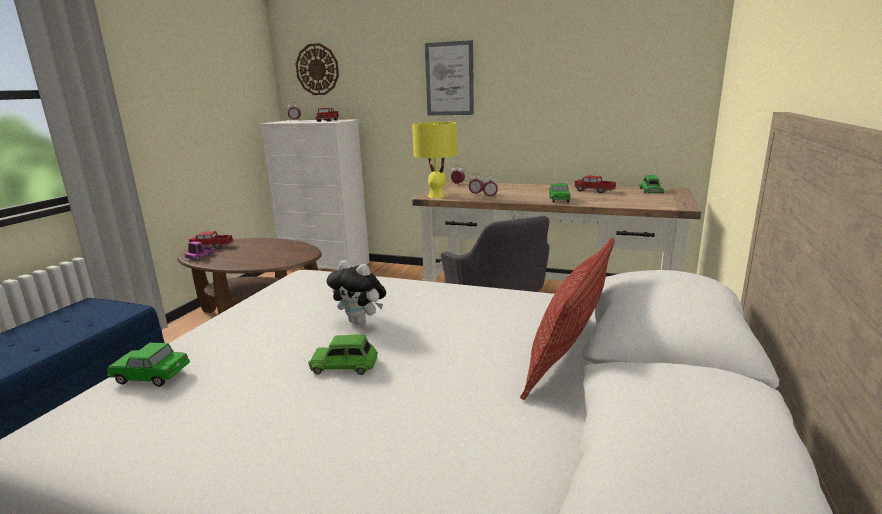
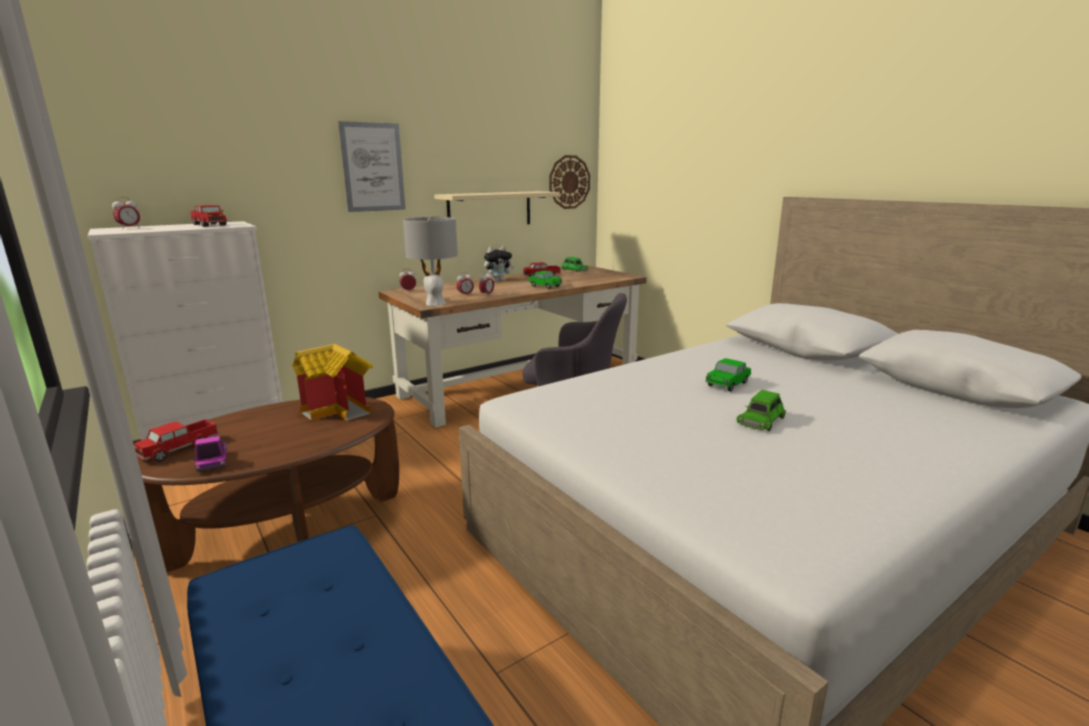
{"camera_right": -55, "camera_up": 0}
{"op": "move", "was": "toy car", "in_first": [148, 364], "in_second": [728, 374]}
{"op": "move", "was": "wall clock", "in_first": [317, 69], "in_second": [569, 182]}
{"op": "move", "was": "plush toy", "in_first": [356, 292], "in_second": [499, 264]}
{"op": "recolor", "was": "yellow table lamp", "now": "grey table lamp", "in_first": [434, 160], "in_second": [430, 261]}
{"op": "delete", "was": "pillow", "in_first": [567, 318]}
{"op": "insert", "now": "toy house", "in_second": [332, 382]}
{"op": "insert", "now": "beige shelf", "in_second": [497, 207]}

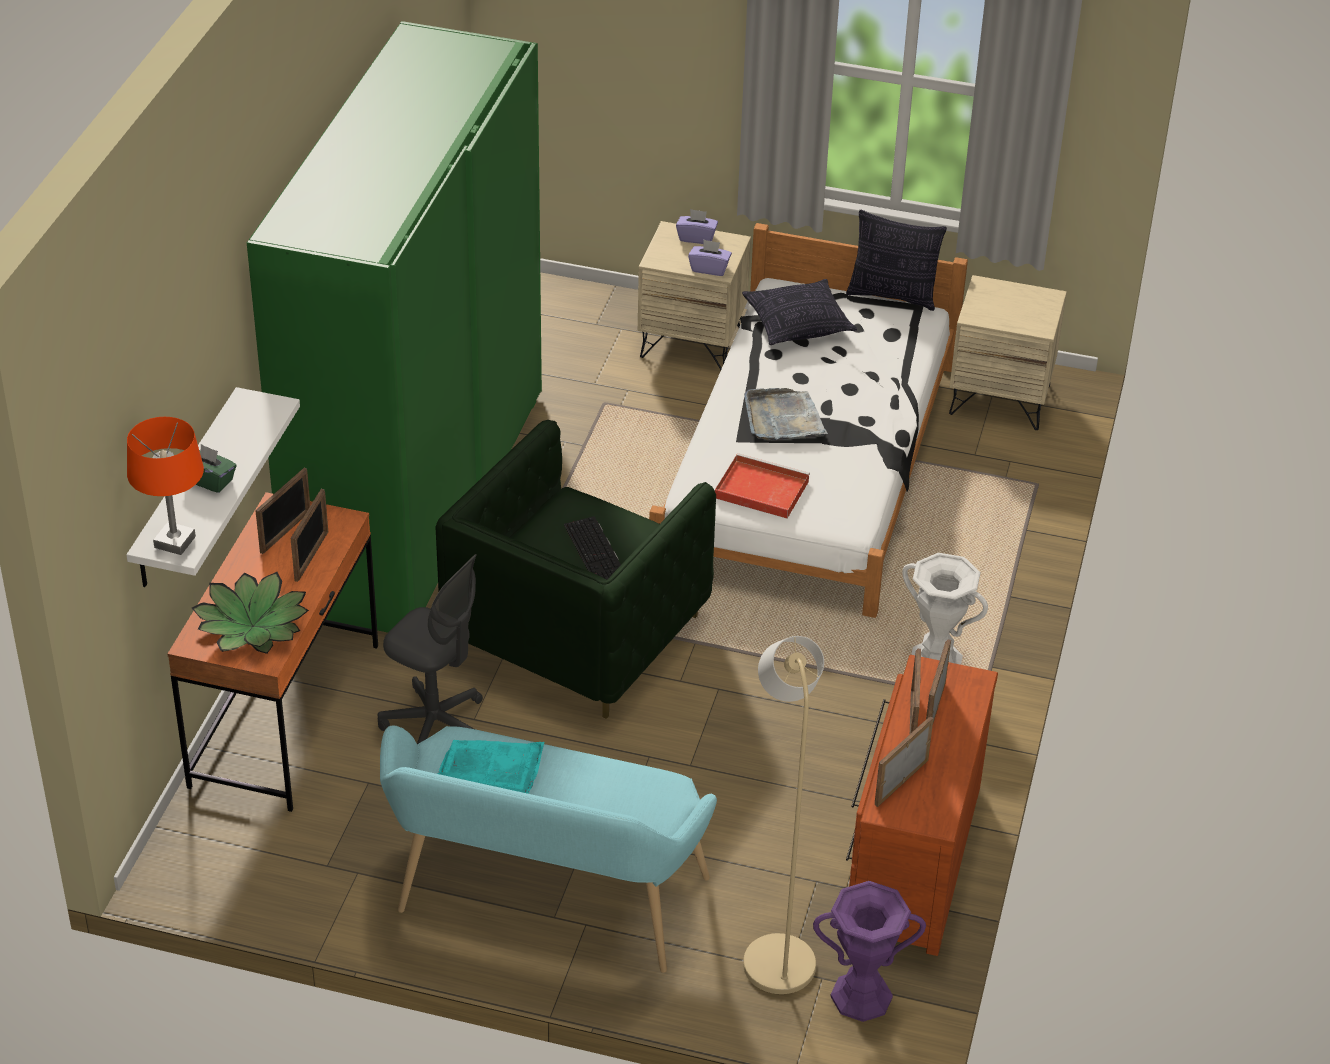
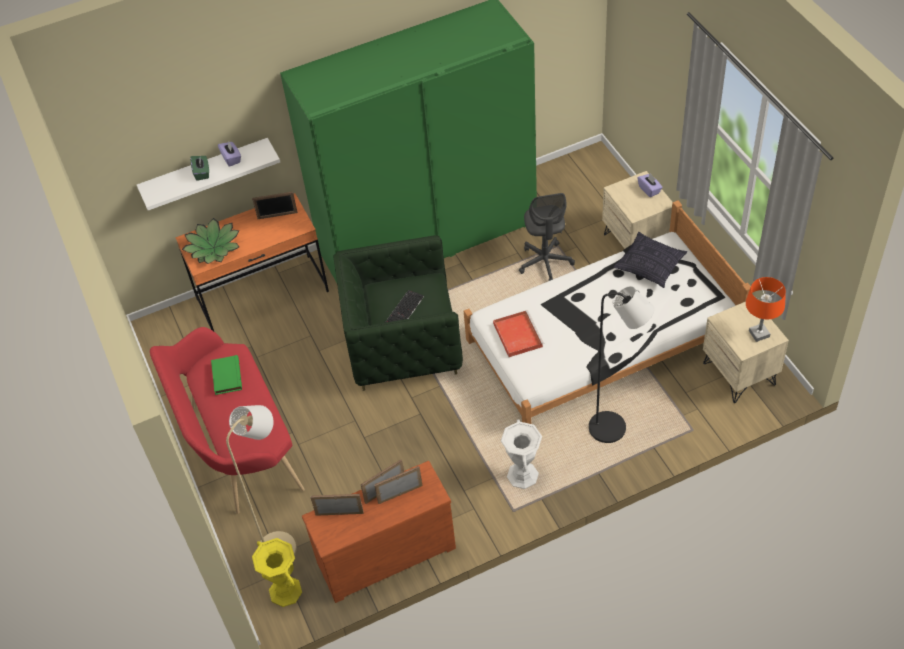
{"camera_right": 55, "camera_up": 10}
{"op": "move", "was": "orange table lamp", "in_first": [165, 486], "in_second": [766, 309]}
{"op": "delete", "was": "picture frame", "in_first": [309, 535]}
{"op": "move", "was": "grey office chair", "in_first": [430, 649], "in_second": [547, 237]}
{"op": "recolor", "was": "turquoise bench", "now": "red bench", "in_first": [548, 849], "in_second": [227, 420]}
{"op": "replace", "was": "turquoise tray", "now": "green book", "in_first": [491, 767], "in_second": [226, 375]}
{"op": "move", "was": "purple tissue box", "in_first": [710, 258], "in_second": [229, 154]}
{"op": "delete", "was": "grey tray", "in_first": [786, 414]}
{"op": "recolor", "was": "purple vase", "now": "yellow vase", "in_first": [869, 951], "in_second": [277, 572]}
{"op": "delete", "was": "pillow", "in_first": [896, 260]}
{"op": "insert", "now": "black floor lamp", "in_second": [621, 364]}

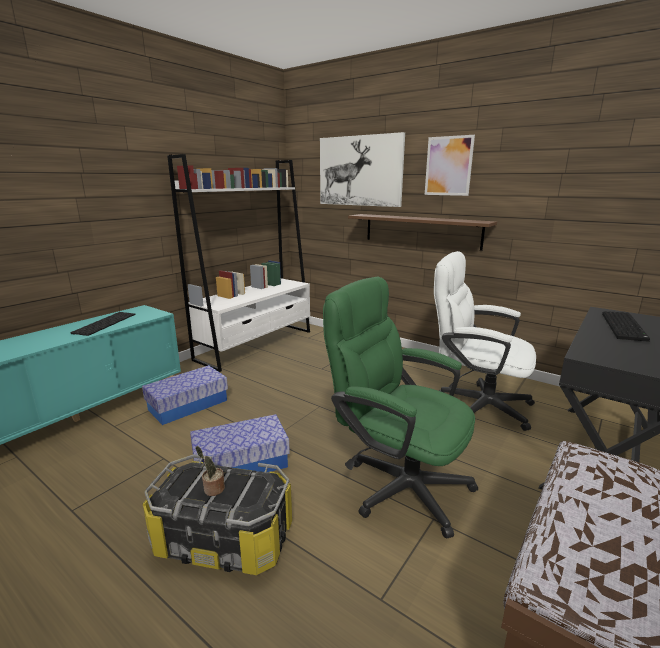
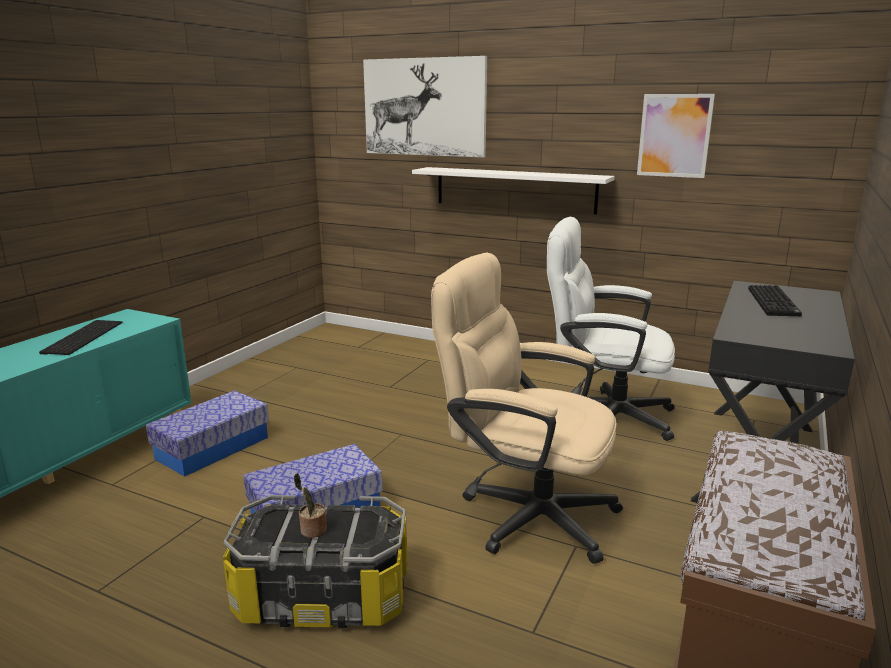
{"camera_right": -10, "camera_up": 0}
{"op": "delete", "was": "white bookcase", "in_first": [238, 263]}
{"op": "recolor", "was": "green office chair", "now": "beige office chair", "in_first": [400, 408], "in_second": [527, 408]}
{"op": "recolor", "was": "brown shelf", "now": "white shelf", "in_first": [422, 232], "in_second": [513, 190]}
{"op": "move", "was": "picture", "in_first": [450, 165], "in_second": [676, 136]}

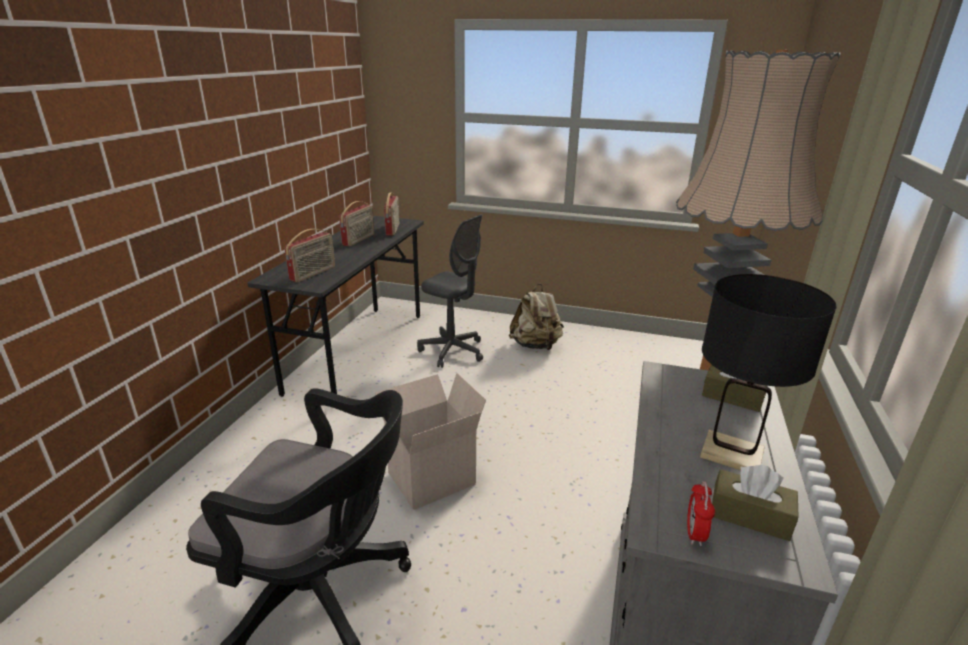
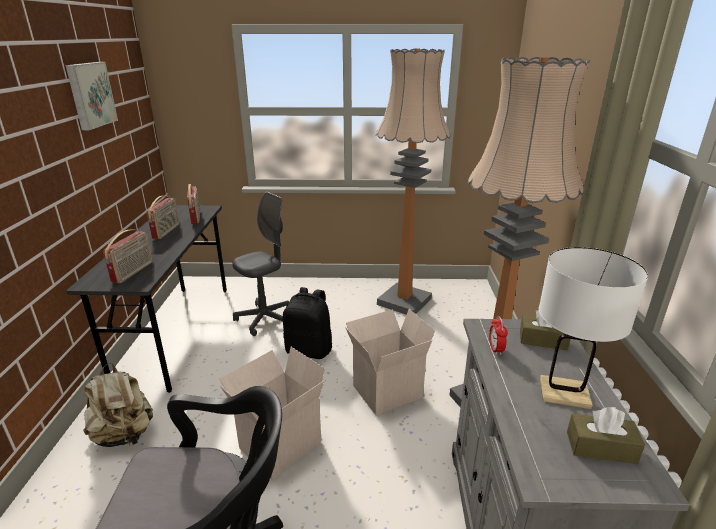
{"camera_right": -15, "camera_up": 0}
{"op": "rotate", "was": "grey office chair", "in_first": [450, 291], "in_second": [260, 264], "clockwise": -60}
{"op": "move", "was": "beige backpack", "in_first": [536, 317], "in_second": [118, 405]}
{"op": "move", "was": "alarm clock", "in_first": [701, 513], "in_second": [498, 335]}
{"op": "recolor", "was": "black table lamp", "now": "white table lamp", "in_first": [768, 372], "in_second": [593, 328]}
{"op": "insert", "now": "picture", "in_second": [91, 96]}
{"op": "insert", "now": "black backpack", "in_second": [307, 323]}
{"op": "insert", "now": "cardboard box", "in_second": [390, 362]}
{"op": "insert", "now": "floor lamp", "in_second": [413, 181]}

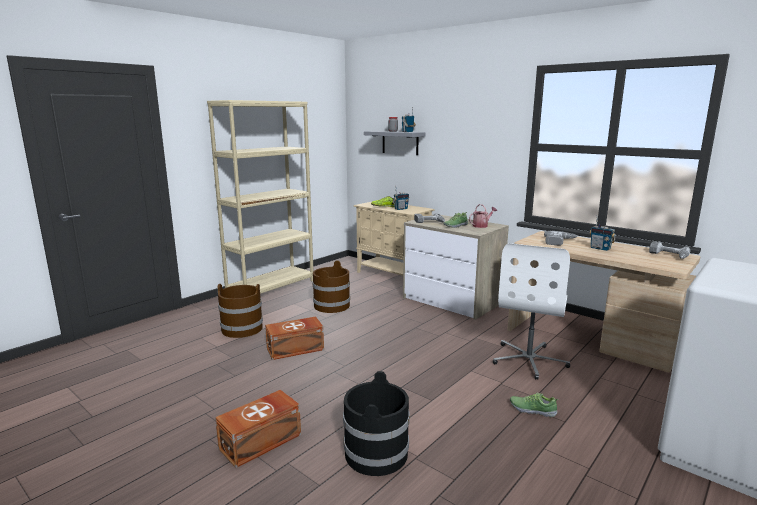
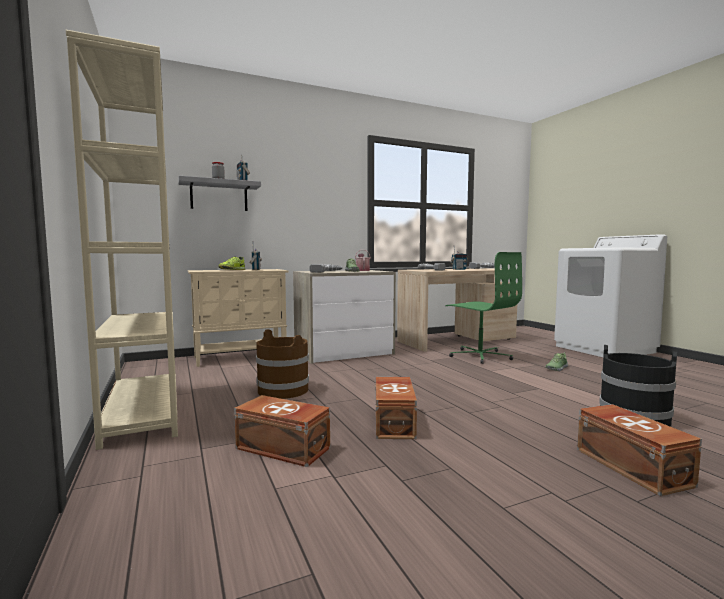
{"camera_right": -65, "camera_up": -10}
{"op": "replace", "was": "brown bucket", "now": "brown storage box", "in_first": [240, 311], "in_second": [282, 431]}
{"op": "recolor", "was": "white office chair", "now": "green office chair", "in_first": [531, 311], "in_second": [483, 308]}

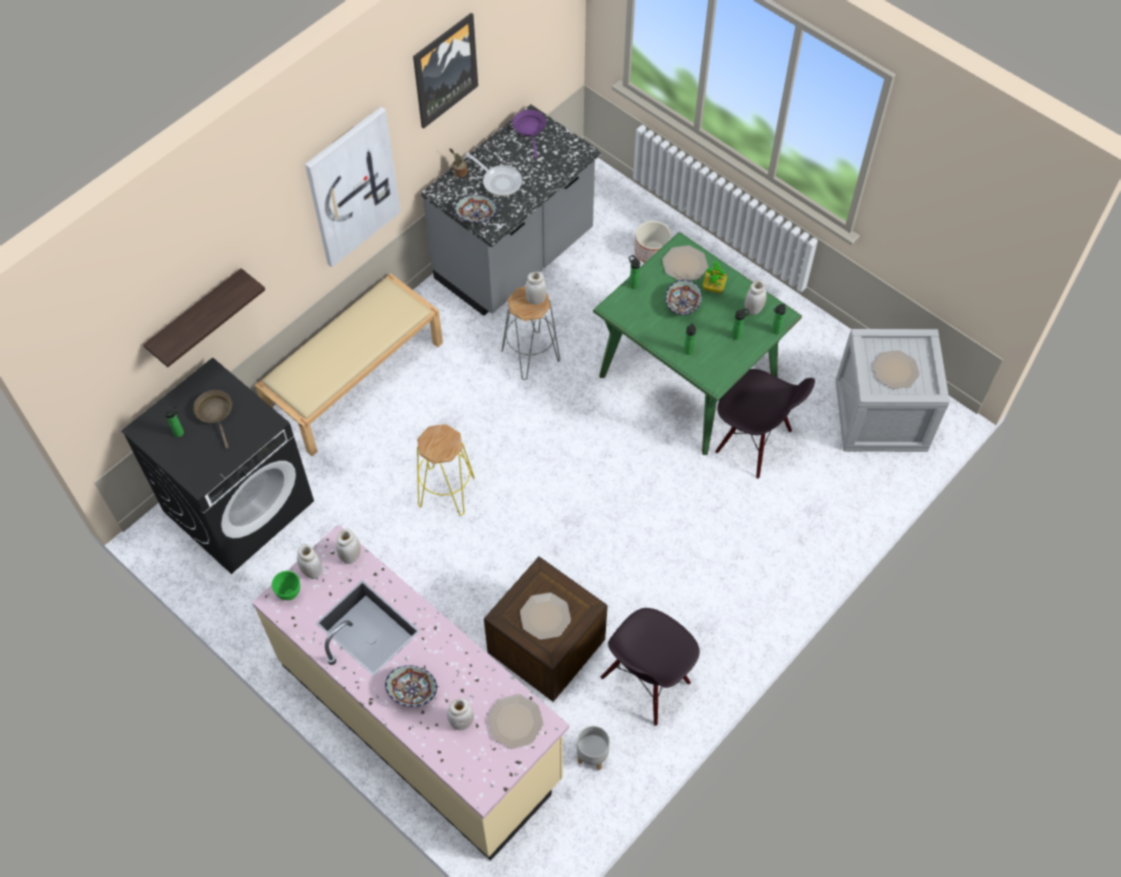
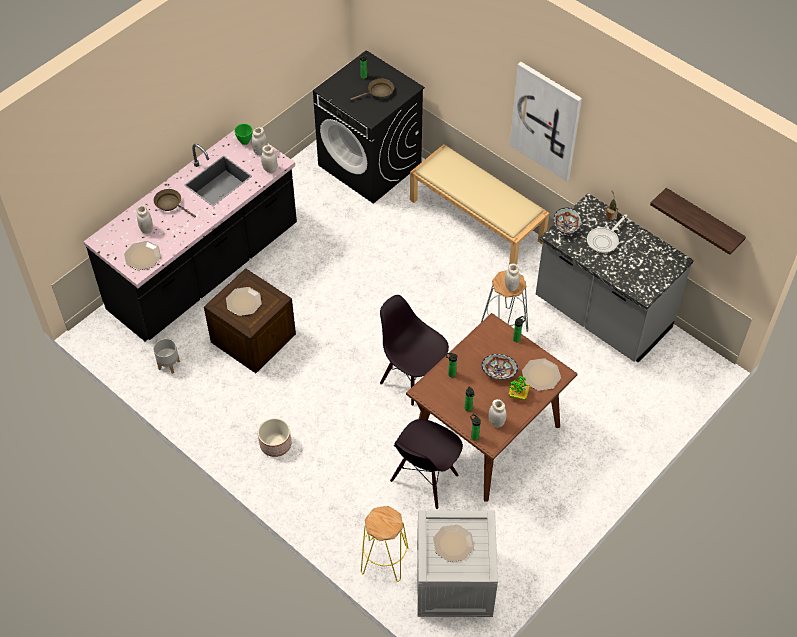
{"camera_right": 90, "camera_up": -5}
{"op": "move", "was": "shelf", "in_first": [204, 317], "in_second": [698, 221]}
{"op": "recolor", "was": "beige counter", "now": "black counter", "in_first": [410, 692], "in_second": [190, 236]}
{"op": "replace", "was": "bowl", "now": "brown frying pan", "in_first": [411, 686], "in_second": [175, 203]}
{"op": "delete", "was": "picture", "in_first": [445, 71]}
{"op": "move", "was": "yellow stool", "in_first": [446, 470], "in_second": [384, 544]}
{"op": "delete", "was": "purple frying pan", "in_first": [529, 134]}
{"op": "recolor", "was": "green dining table", "now": "brown dining table", "in_first": [697, 343], "in_second": [492, 407]}
{"op": "move", "was": "black chair", "in_first": [650, 667], "in_second": [414, 350]}
{"op": "move", "was": "planter", "in_first": [653, 242], "in_second": [274, 437]}

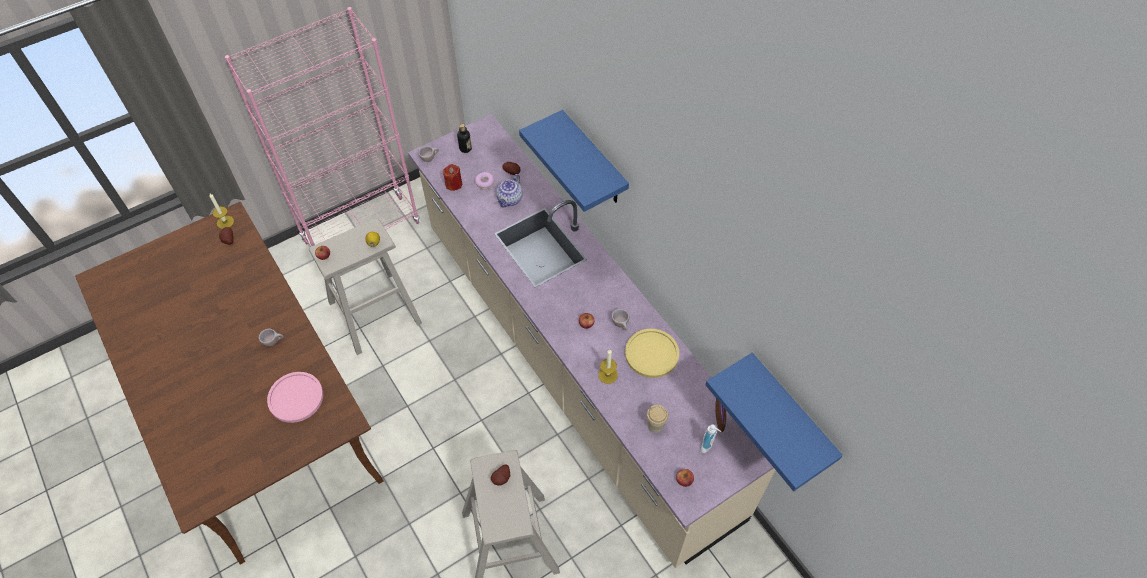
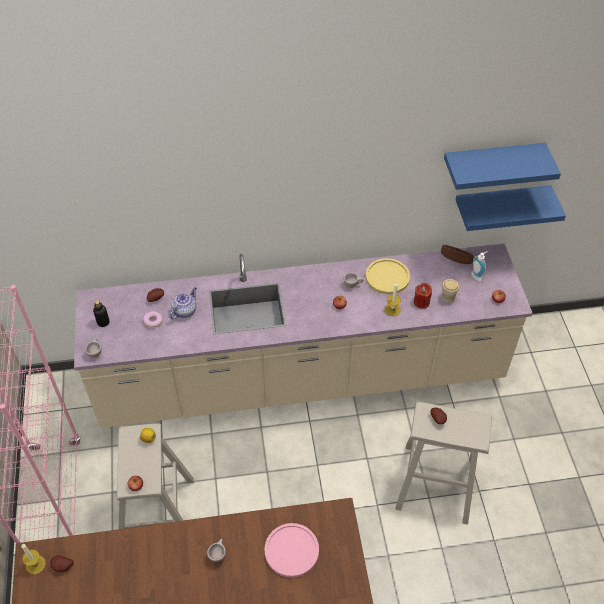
{"camera_right": -65, "camera_up": -5}
{"op": "move", "was": "red candle", "in_first": [452, 177], "in_second": [423, 296]}
{"op": "rotate", "was": "teapot", "in_first": [509, 190], "in_second": [183, 303], "clockwise": -105}
{"op": "move", "was": "blue shelf", "in_first": [574, 161], "in_second": [502, 166]}

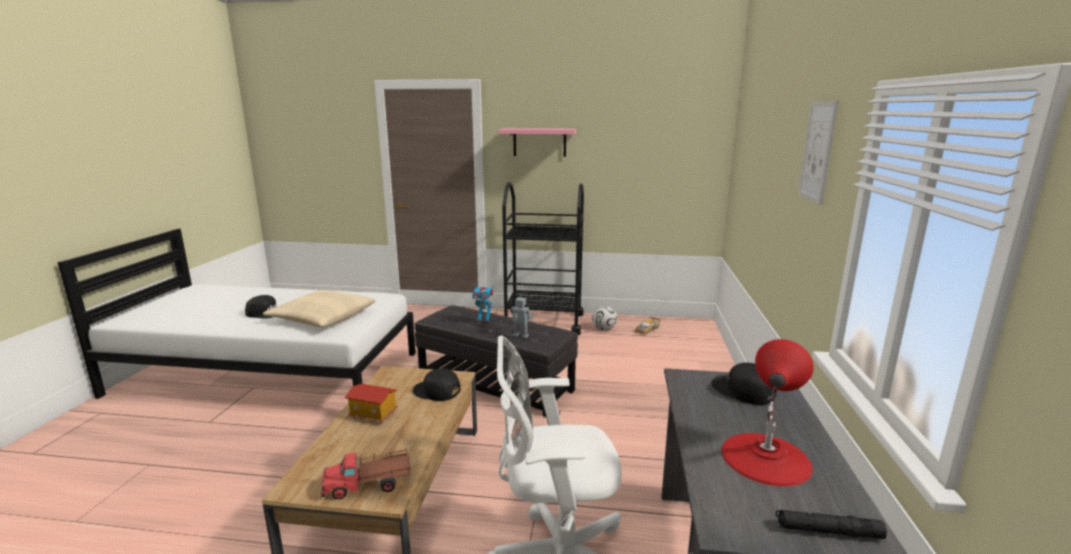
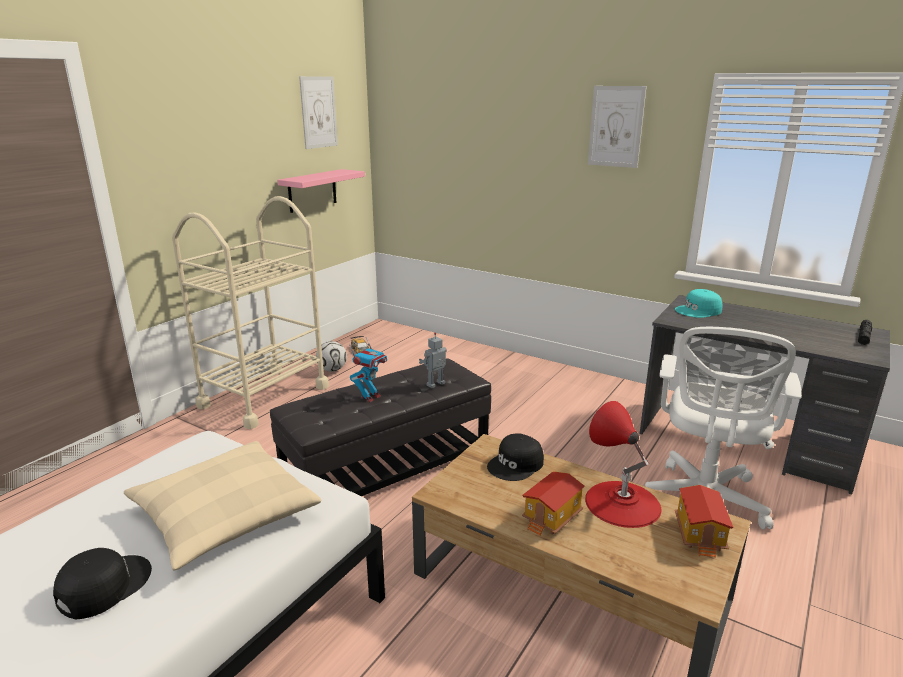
{"camera_right": -65, "camera_up": 5}
{"op": "replace", "was": "toy truck", "now": "toy house", "in_first": [366, 473], "in_second": [704, 521]}
{"op": "move", "was": "pink shelf", "in_first": [538, 142], "in_second": [321, 191]}
{"op": "recolor", "was": "black cart", "now": "beige cart", "in_first": [543, 258], "in_second": [250, 312]}
{"op": "recolor", "was": "black cap", "now": "turquoise cap", "in_first": [744, 383], "in_second": [698, 303]}
{"op": "move", "was": "red table lamp", "in_first": [767, 413], "in_second": [623, 464]}
{"op": "insert", "now": "picture", "in_second": [318, 112]}

